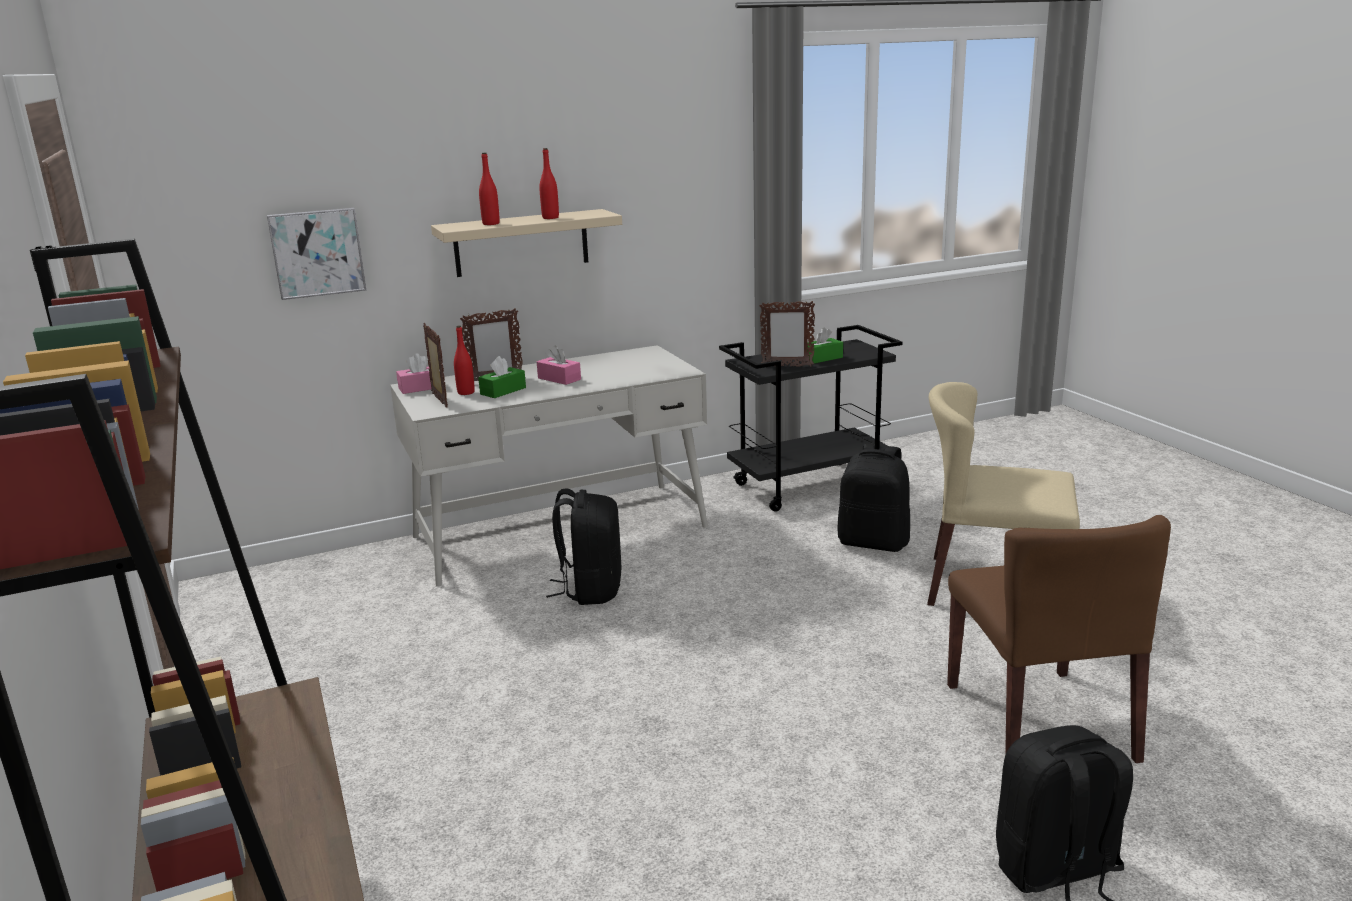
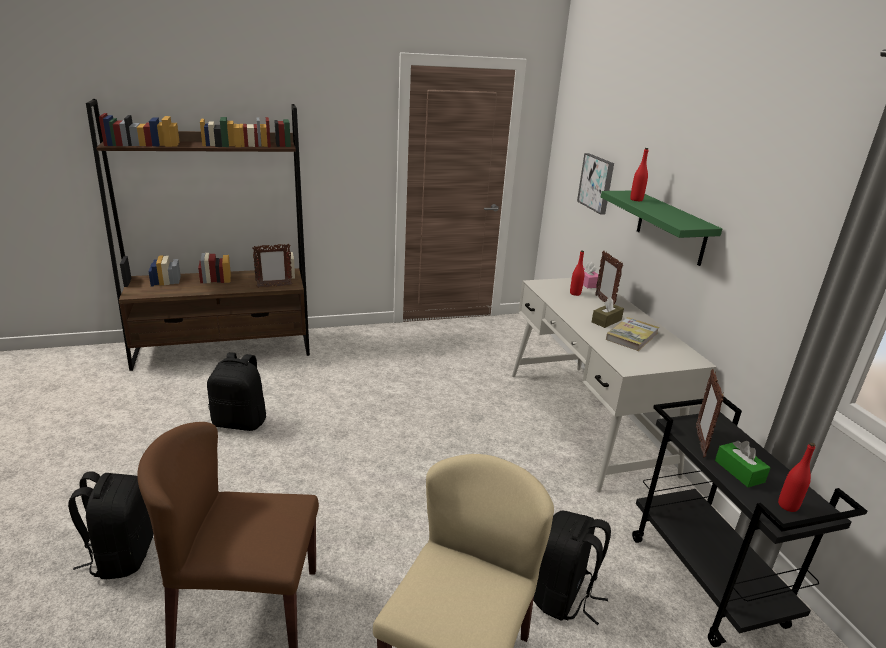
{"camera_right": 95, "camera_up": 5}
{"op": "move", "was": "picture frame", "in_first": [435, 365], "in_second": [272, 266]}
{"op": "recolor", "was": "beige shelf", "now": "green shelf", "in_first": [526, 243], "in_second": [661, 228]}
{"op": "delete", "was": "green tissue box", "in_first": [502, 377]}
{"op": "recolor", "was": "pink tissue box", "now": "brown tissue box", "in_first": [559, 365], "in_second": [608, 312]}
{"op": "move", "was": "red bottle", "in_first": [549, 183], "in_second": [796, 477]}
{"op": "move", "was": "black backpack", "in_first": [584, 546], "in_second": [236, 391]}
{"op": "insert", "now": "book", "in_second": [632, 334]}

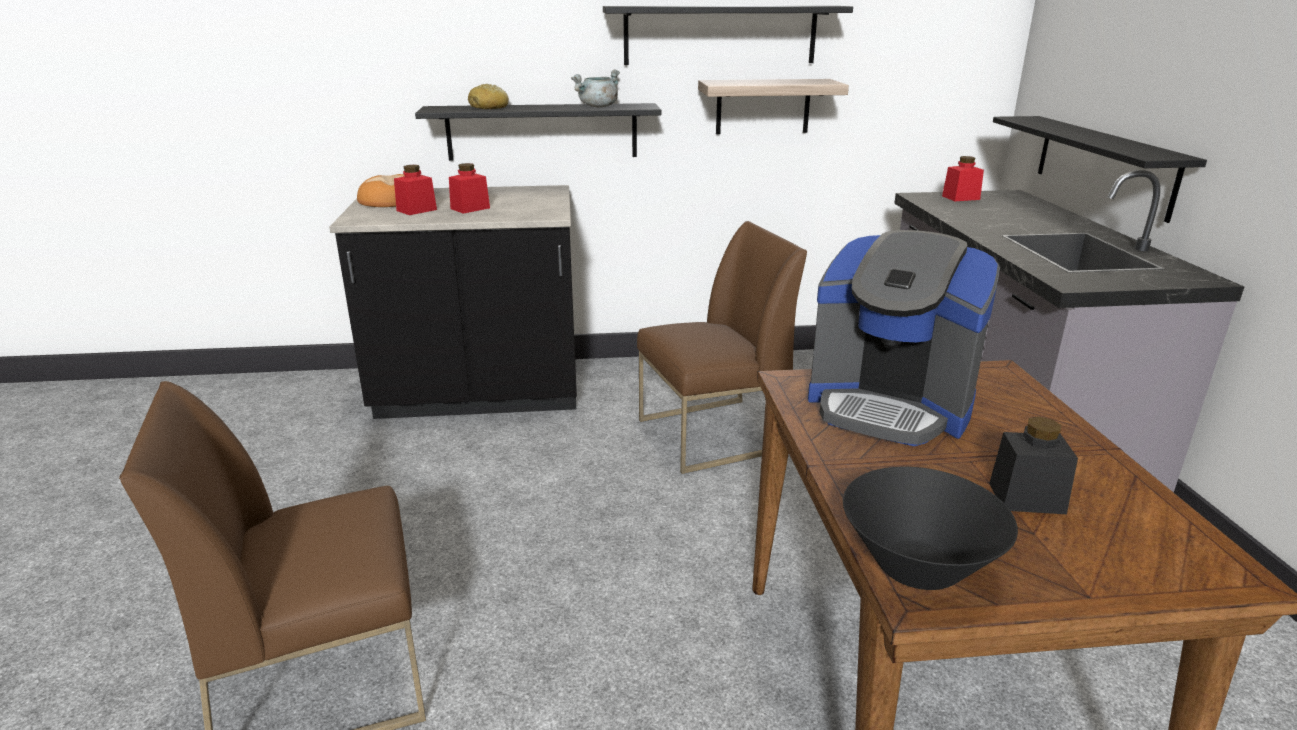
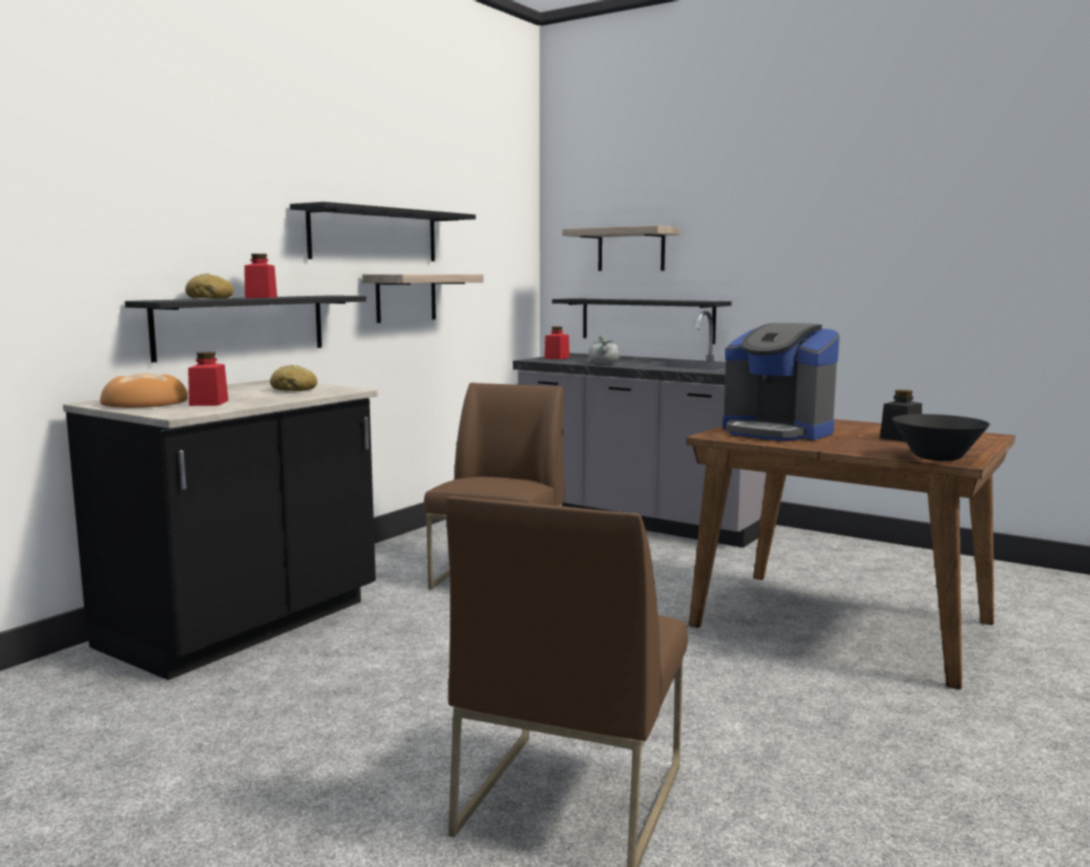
{"camera_right": -50, "camera_up": -15}
{"op": "move", "was": "red jar", "in_first": [469, 188], "in_second": [260, 276]}
{"op": "move", "was": "grey cooking pot", "in_first": [595, 88], "in_second": [604, 349]}
{"op": "rotate", "was": "coffee machine", "in_first": [904, 338], "in_second": [781, 382], "clockwise": 60}
{"op": "insert", "now": "bread", "in_second": [293, 378]}
{"op": "insert", "now": "shelf", "in_second": [621, 248]}

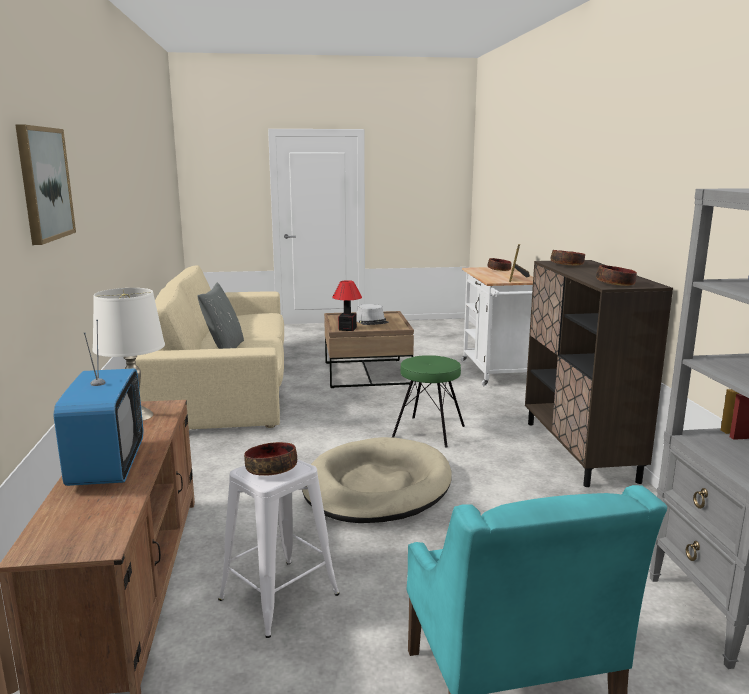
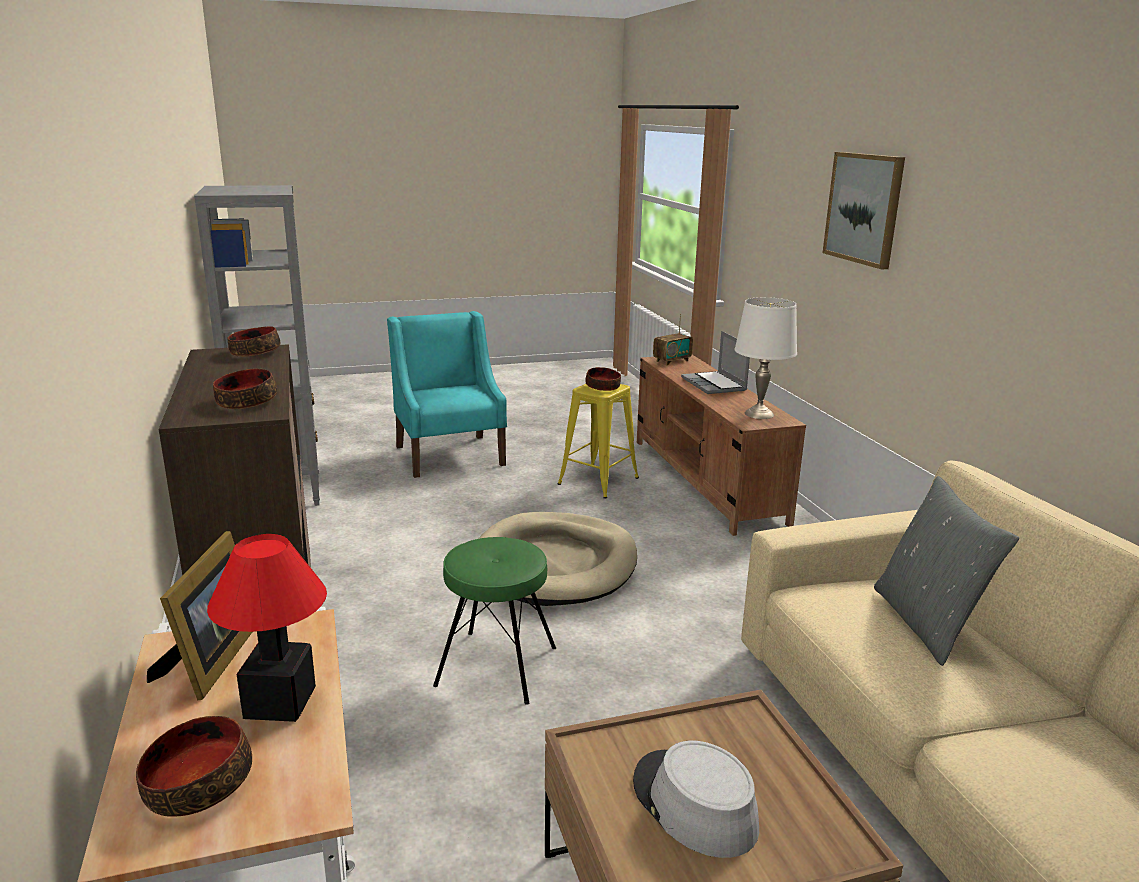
{"camera_right": 170, "camera_up": 5}
{"op": "replace", "was": "television", "now": "laptop", "in_first": [98, 403], "in_second": [715, 362]}
{"op": "recolor", "was": "white stool", "now": "yellow stool", "in_first": [279, 548], "in_second": [598, 441]}
{"op": "move", "was": "table lamp", "in_first": [347, 305], "in_second": [267, 628]}
{"op": "insert", "now": "radio", "in_second": [673, 339]}

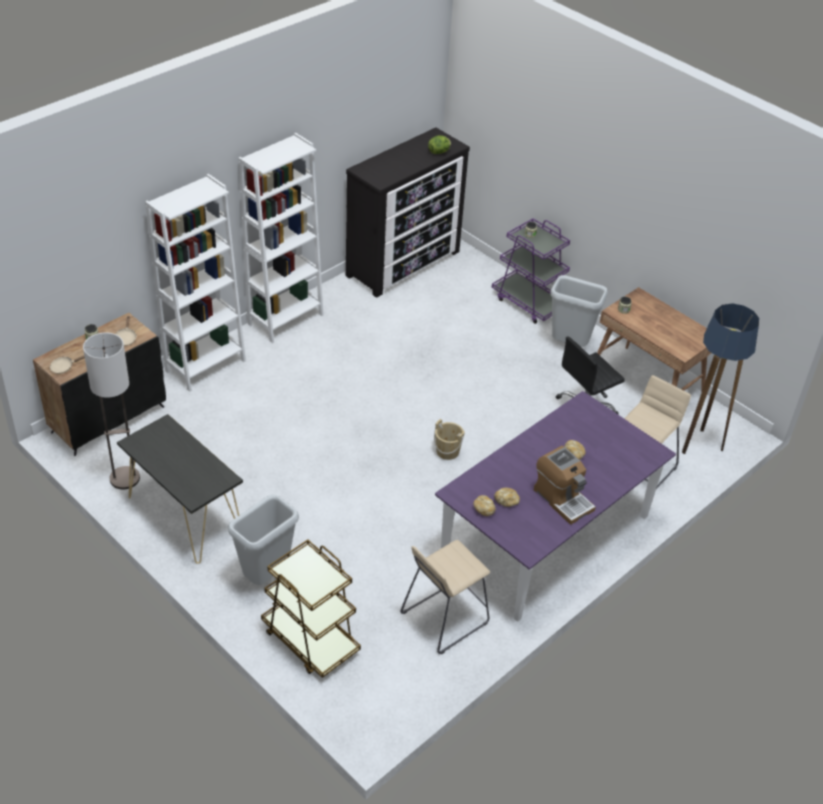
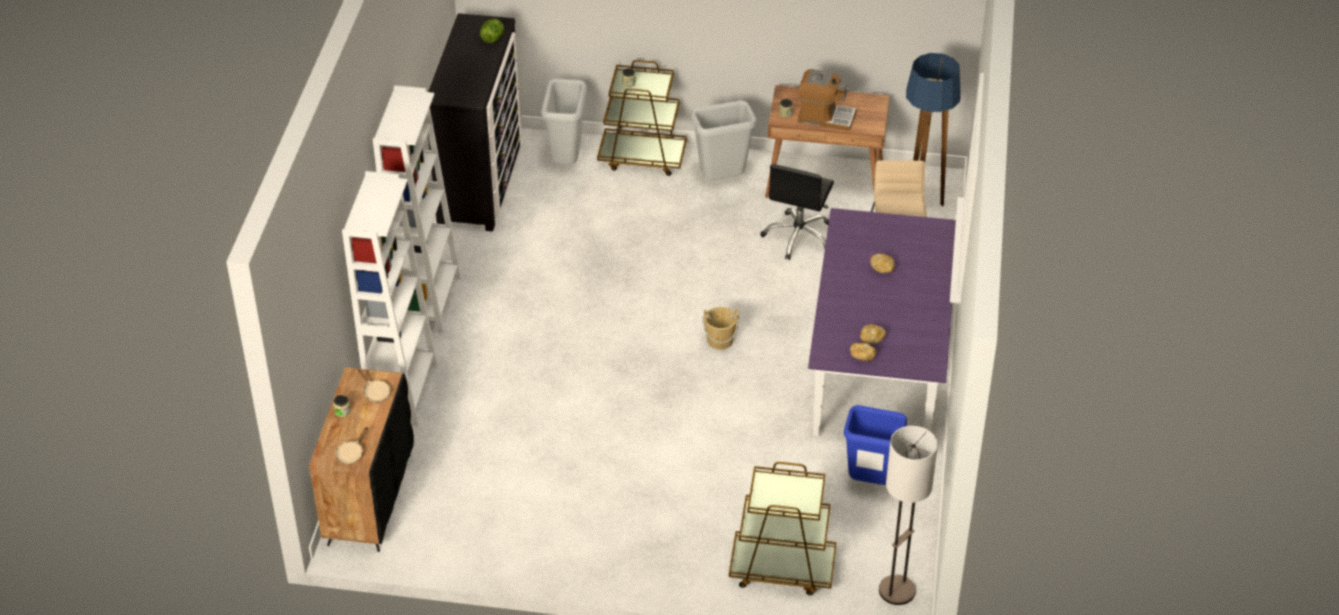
{"camera_right": -35, "camera_up": 0}
{"op": "move", "was": "floor lamp", "in_first": [111, 410], "in_second": [908, 515]}
{"op": "delete", "was": "black console table", "in_first": [180, 489]}
{"op": "move", "was": "grey trash can", "in_first": [263, 539], "in_second": [564, 121]}
{"op": "replace", "was": "beige stool", "now": "blue trash can", "in_first": [445, 597], "in_second": [875, 445]}
{"op": "recolor", "was": "purple cart", "now": "brown cart", "in_first": [531, 271], "in_second": [642, 118]}
{"op": "move", "was": "coffee machine", "in_first": [565, 485], "in_second": [827, 100]}

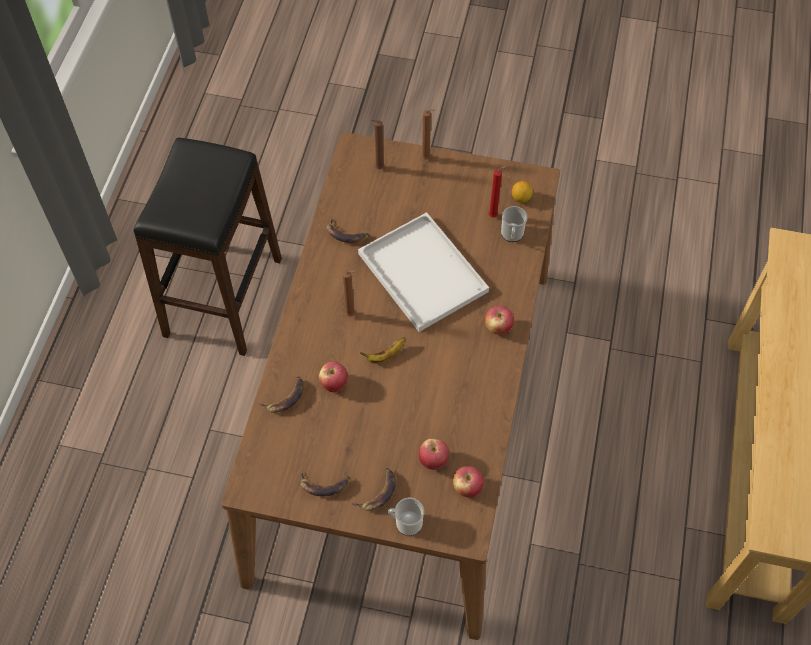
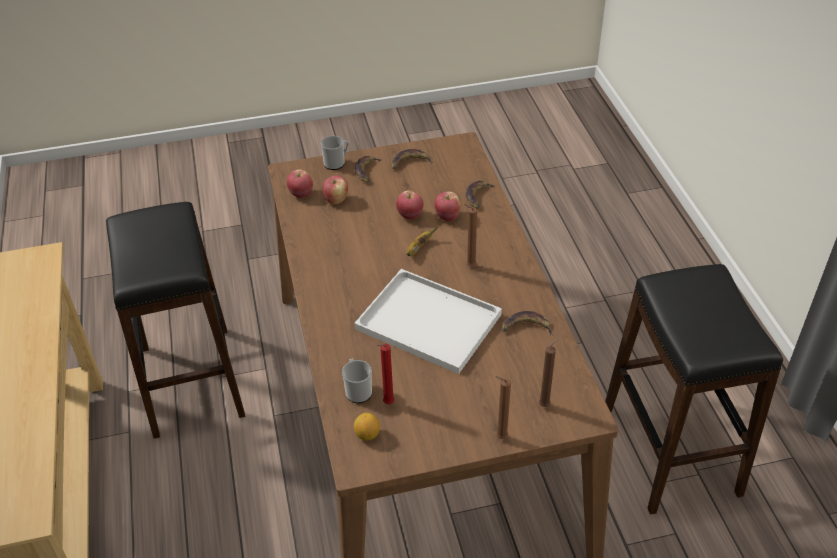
{"camera_right": 155, "camera_up": -15}
{"op": "move", "was": "apple", "in_first": [499, 320], "in_second": [410, 205]}
{"op": "insert", "now": "black stool", "in_second": [175, 320]}

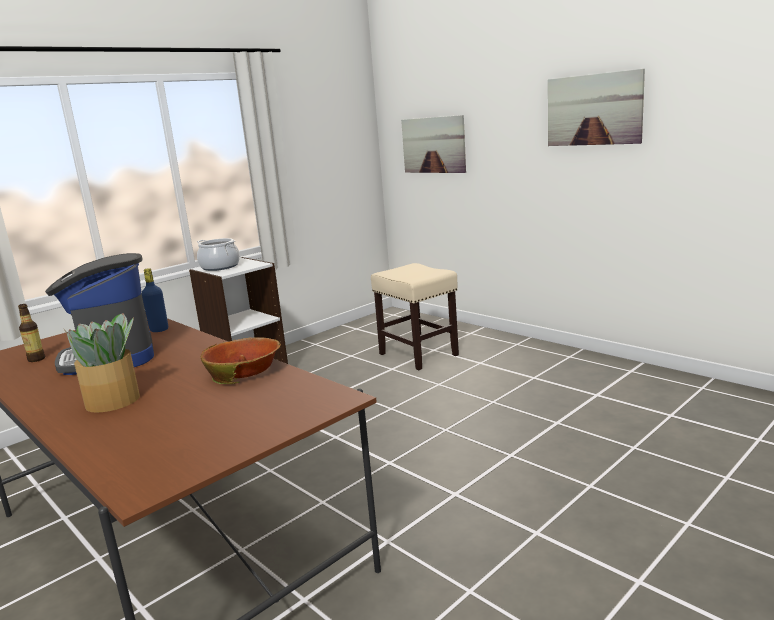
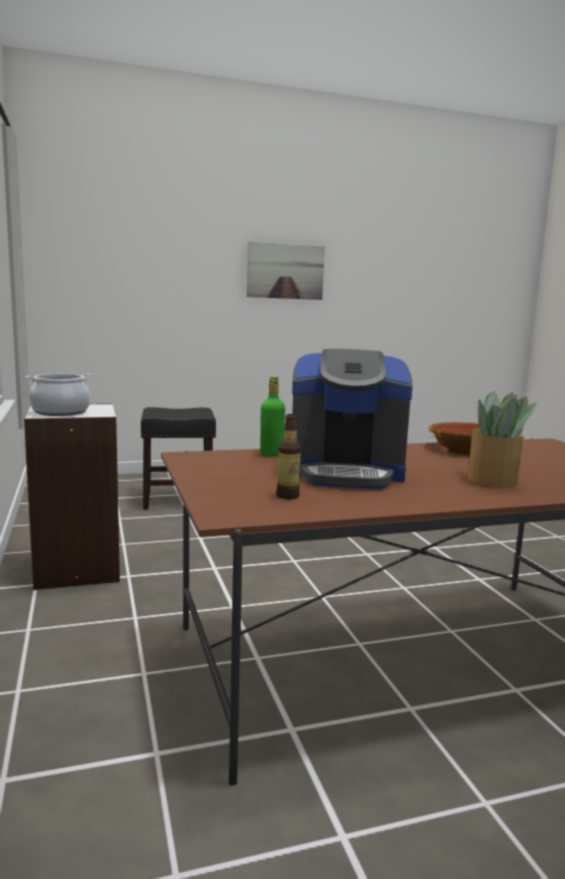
{"camera_right": -65, "camera_up": -5}
{"op": "recolor", "was": "blue bottle", "now": "green bottle", "in_first": [155, 300], "in_second": [272, 417]}
{"op": "recolor", "was": "beige stool", "now": "black stool", "in_first": [415, 316], "in_second": [178, 458]}
{"op": "delete", "was": "picture", "in_first": [433, 144]}

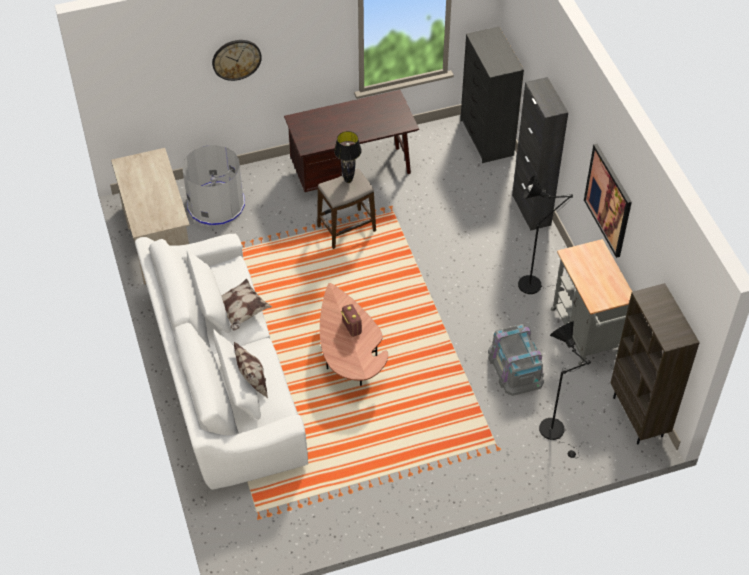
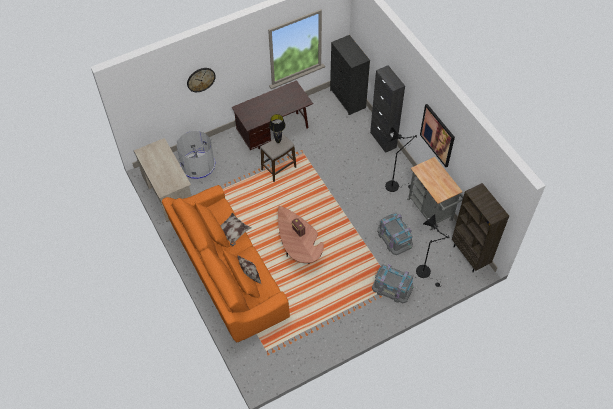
{"camera_right": -10, "camera_up": 5}
{"op": "recolor", "was": "white sofa", "now": "orange sofa", "in_first": [221, 362], "in_second": [226, 263]}
{"op": "insert", "now": "grey storage box", "in_second": [393, 284]}

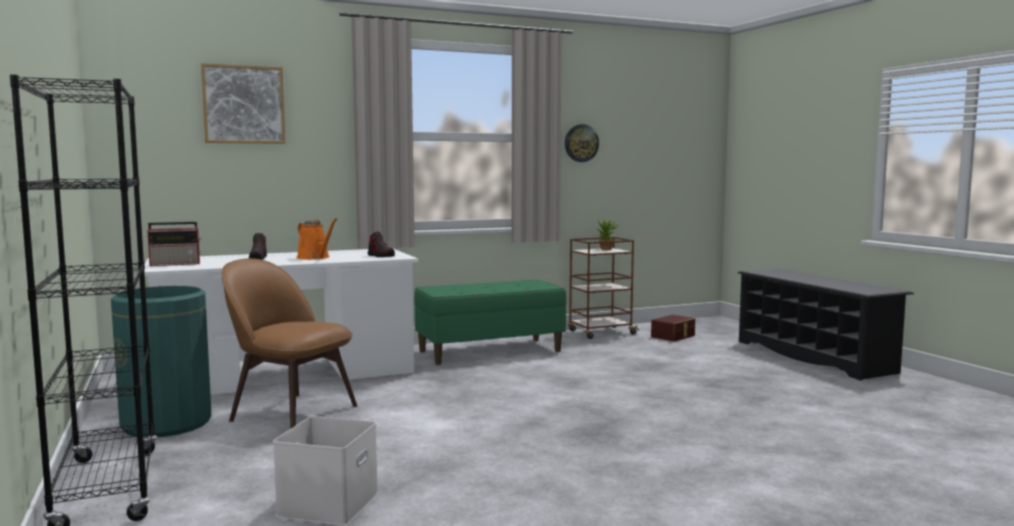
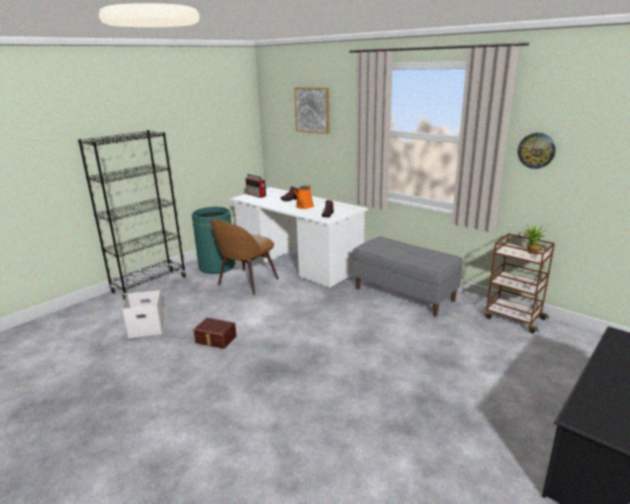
{"camera_right": 65, "camera_up": 15}
{"op": "rotate", "was": "brown chair", "in_first": [289, 343], "in_second": [244, 257], "clockwise": -150}
{"op": "recolor", "was": "green bench", "now": "grey bench", "in_first": [490, 322], "in_second": [408, 277]}
{"op": "move", "was": "brown storage box", "in_first": [673, 328], "in_second": [214, 333]}

